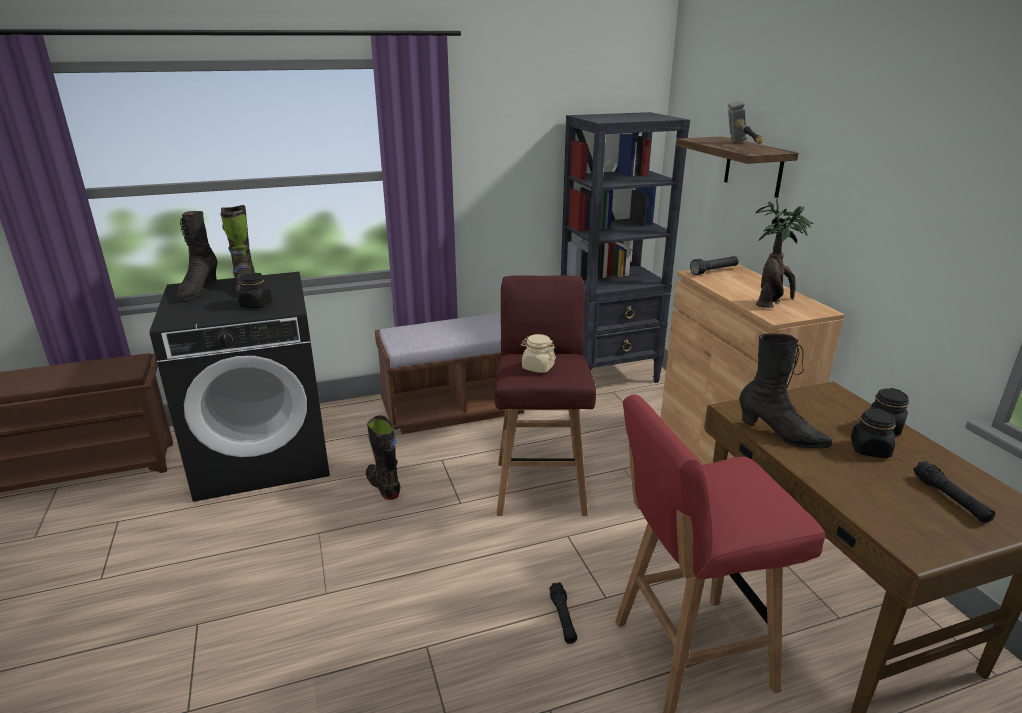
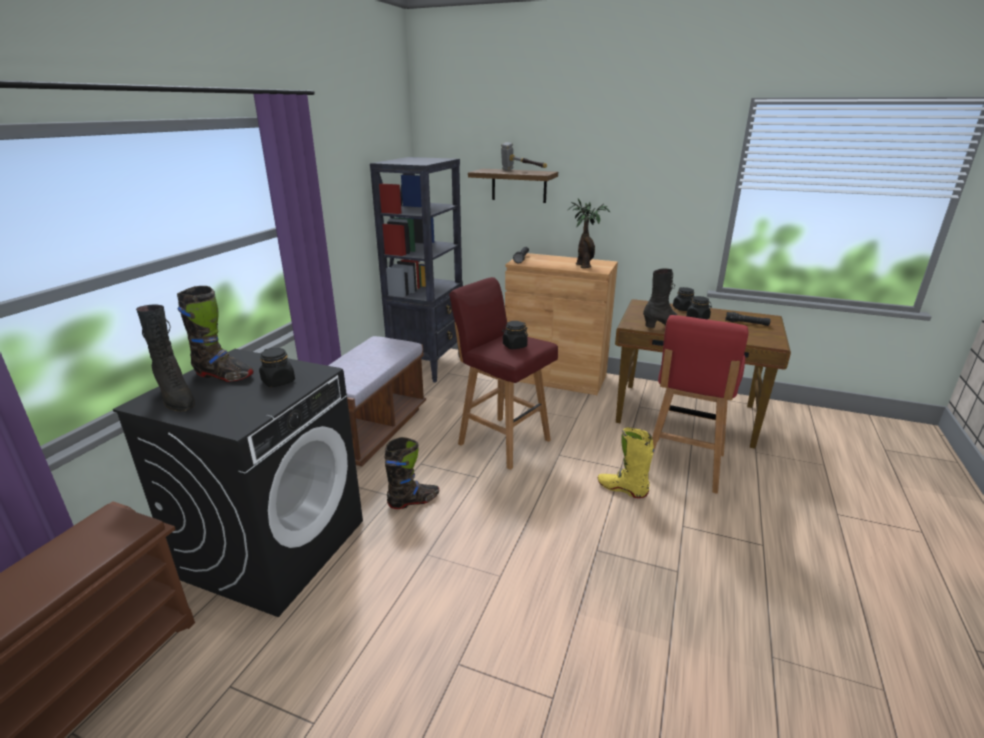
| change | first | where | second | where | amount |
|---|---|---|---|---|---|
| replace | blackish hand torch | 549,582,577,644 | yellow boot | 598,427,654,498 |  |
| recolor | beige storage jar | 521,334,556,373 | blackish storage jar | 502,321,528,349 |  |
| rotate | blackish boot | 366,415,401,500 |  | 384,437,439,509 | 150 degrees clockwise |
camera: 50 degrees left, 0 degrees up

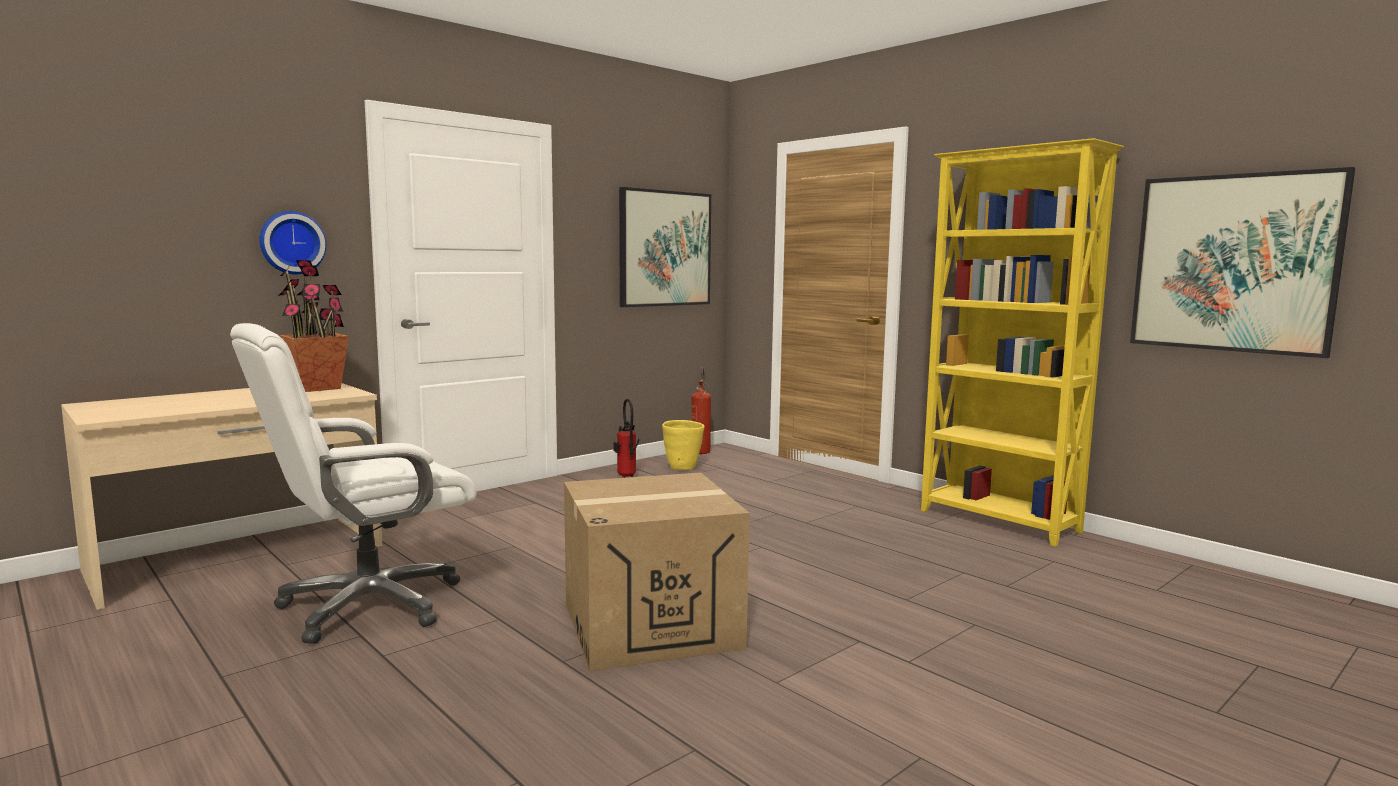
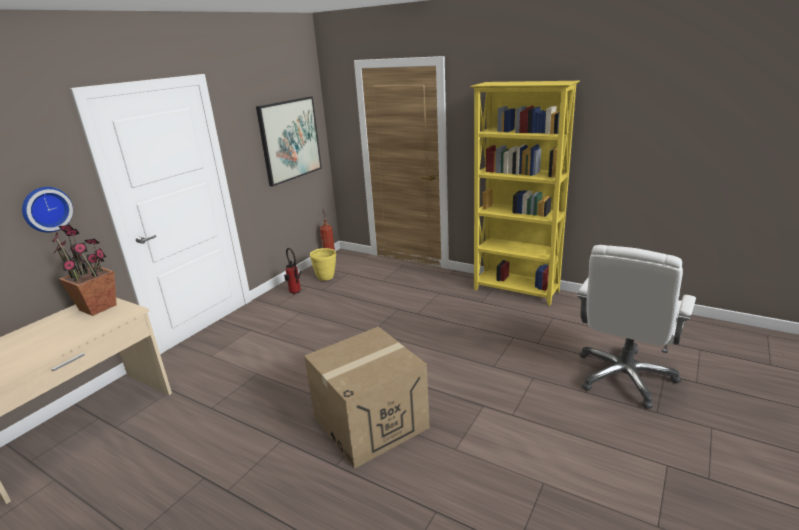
| change | first | where | second | where | amount |
|---|---|---|---|---|---|
| delete | wall picture | 1130,167,1355,358 |  |  |  |
| move | white-coloured computer chair | 230,323,477,644 |  | 577,245,696,409 |  |
camera: 15 degrees left, 15 degrees up

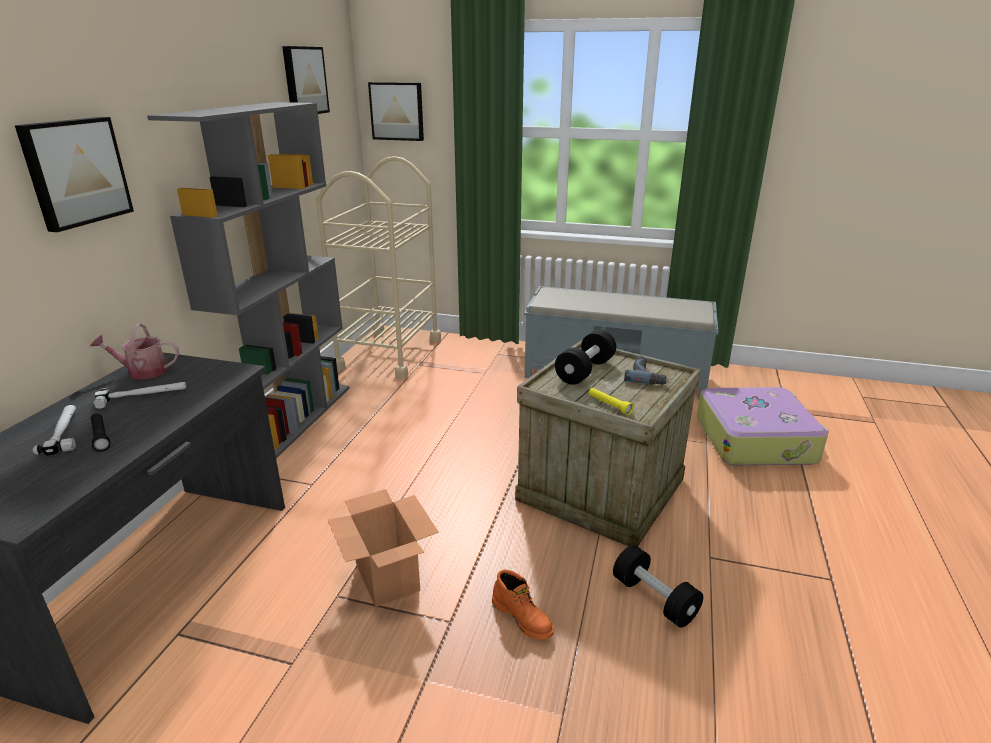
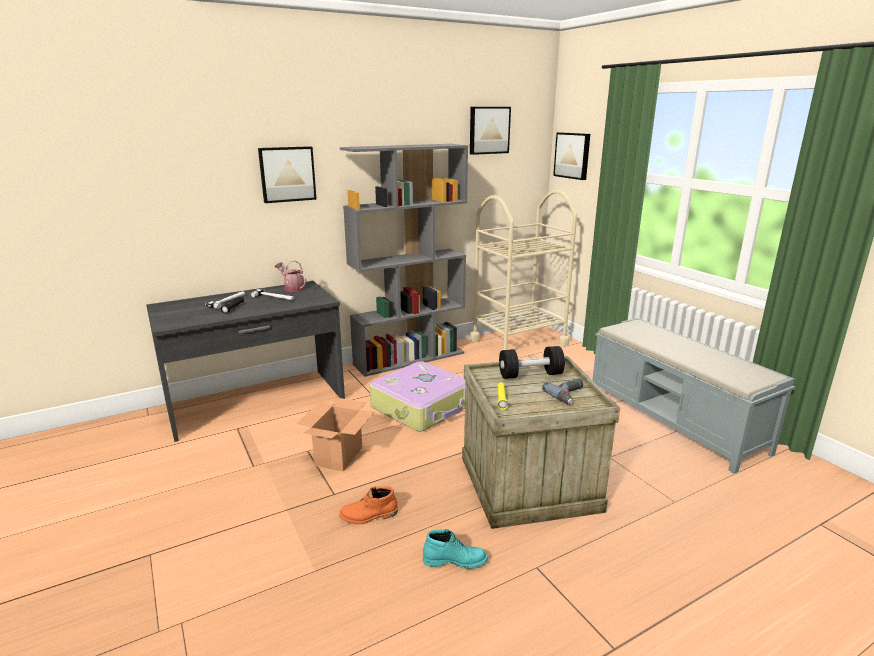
| change | first | where | second | where | amount |
|---|---|---|---|---|---|
| move | suitcase | 697,387,829,466 |  | 370,361,466,432 |  |
| replace | blackish free weight | 613,545,703,628 | blue-green boot | 423,529,488,569 |  |
| rotate | orange boot | 492,570,554,640 |  | 339,486,398,524 | 75 degrees clockwise |
camera: 45 degrees right, 5 degrees down

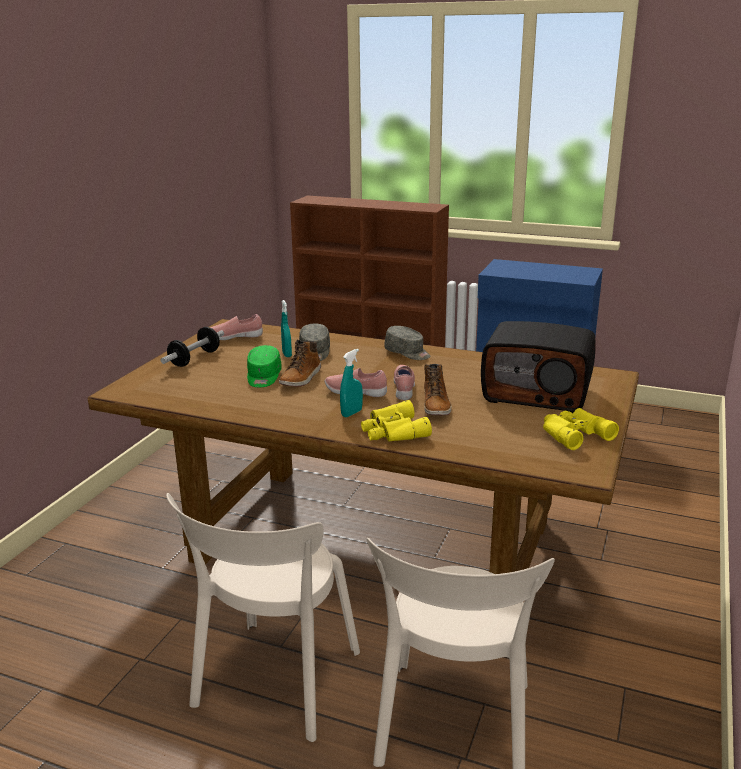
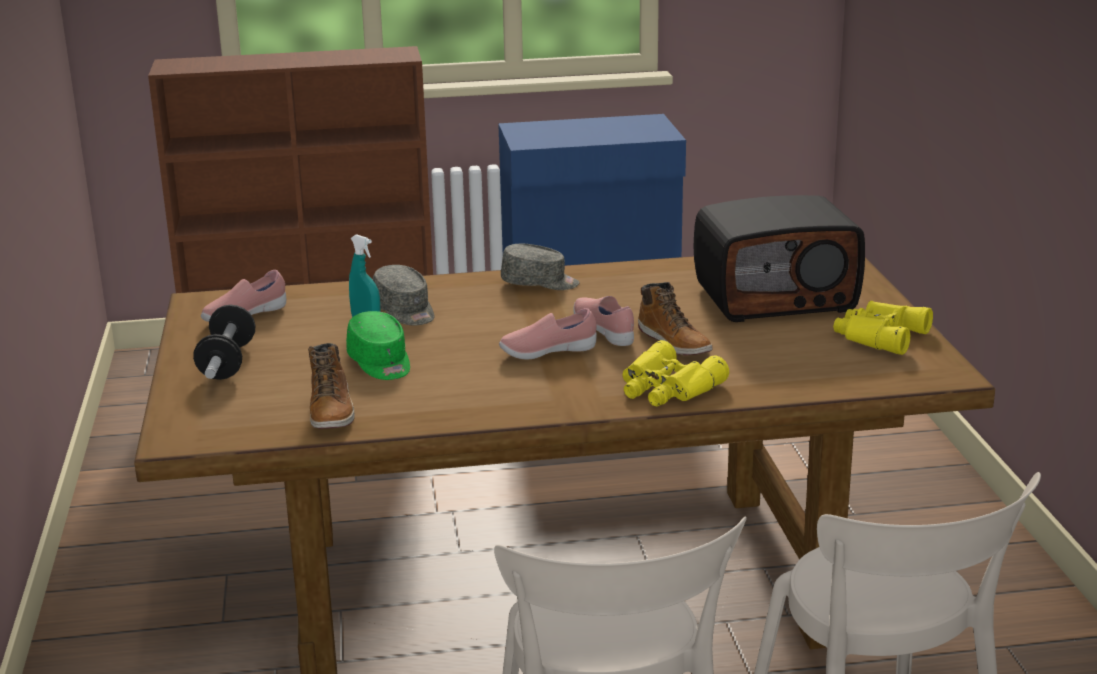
| change | first | where | second | where | amount |
|---|---|---|---|---|---|
| delete | blue-green hand sprayer | 340,349,363,417 |  |  |  |
| move | boot | 279,340,321,387 |  | 308,343,355,429 |  |
camera: 30 degrees left, 0 degrees up

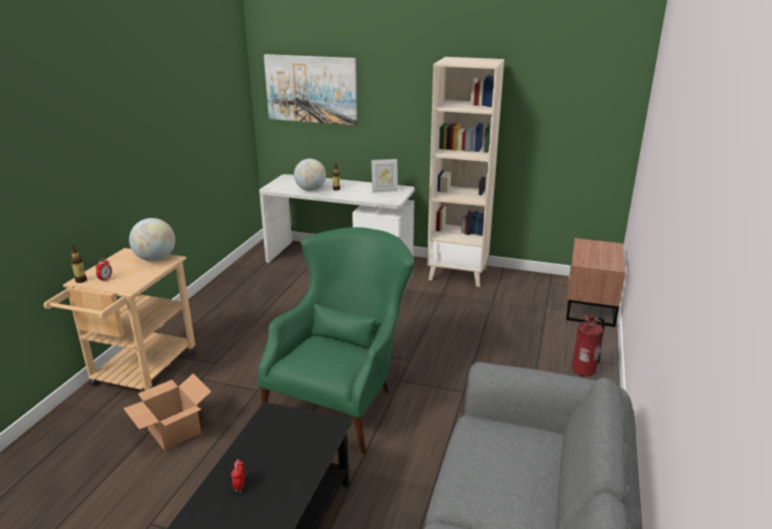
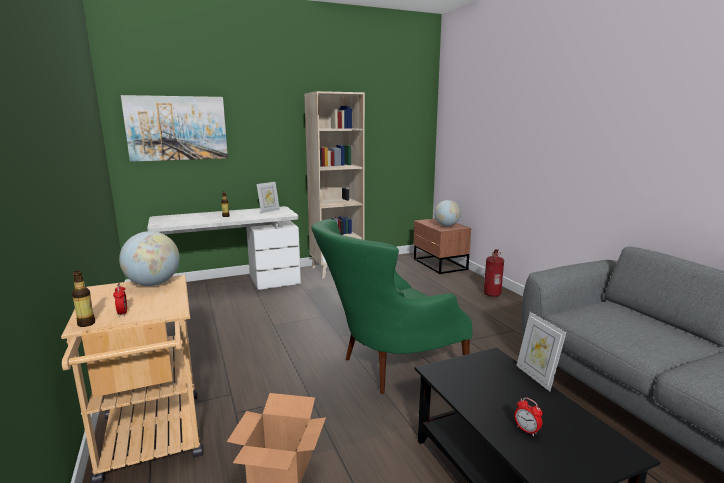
| change | first | where | second | where | amount |
|---|---|---|---|---|---|
| insert |  |  | standing frame | 516,312,566,391 |  |
| move | desk globe | 294,159,326,191 |  | 434,200,461,226 |  |
| rotate | green-coloured lounge chair | 258,227,414,454 |  | 311,219,472,394 | 105 degrees counterclockwise |
camera: 40 degrees left, 10 degrees down

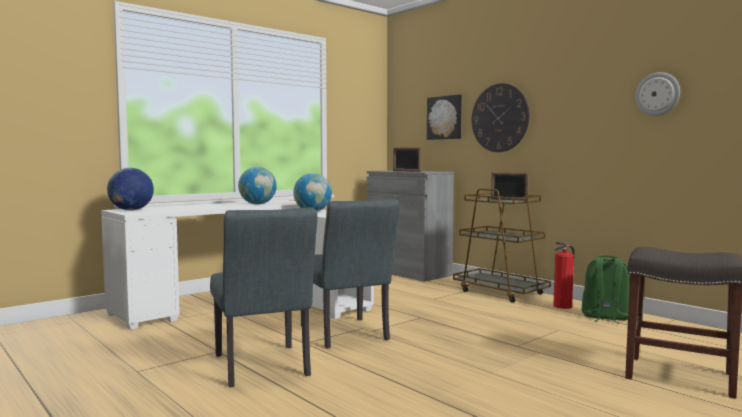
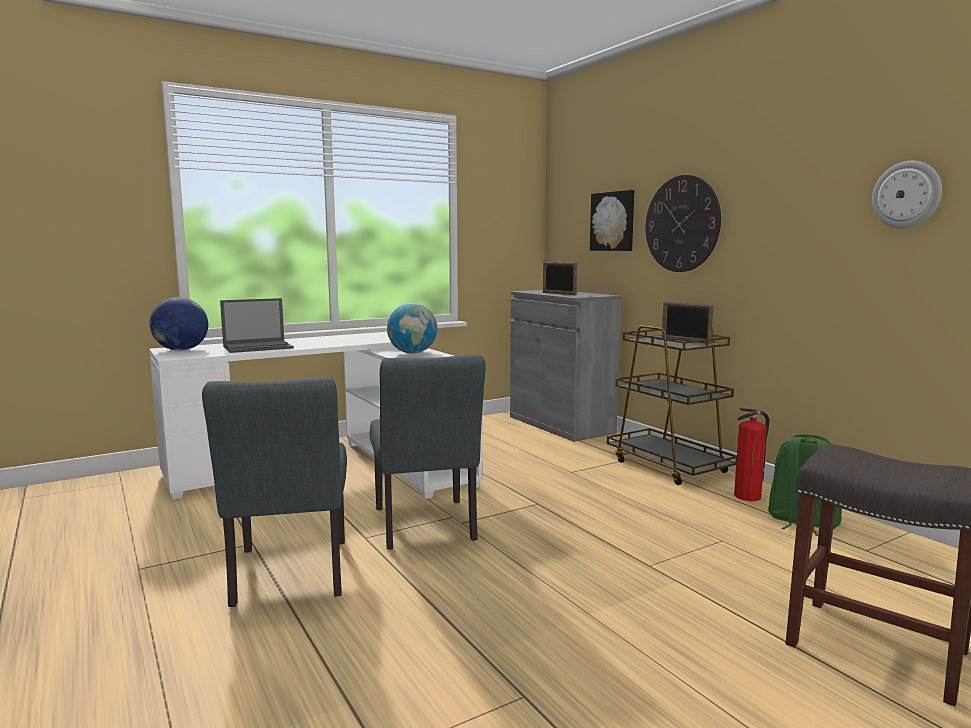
| change | first | where | second | where | amount |
|---|---|---|---|---|---|
| delete | desk globe | 238,167,277,204 |  |  |  |
| insert |  |  | laptop | 220,298,294,353 |  |
camera: 10 degrees right, 5 degrees up

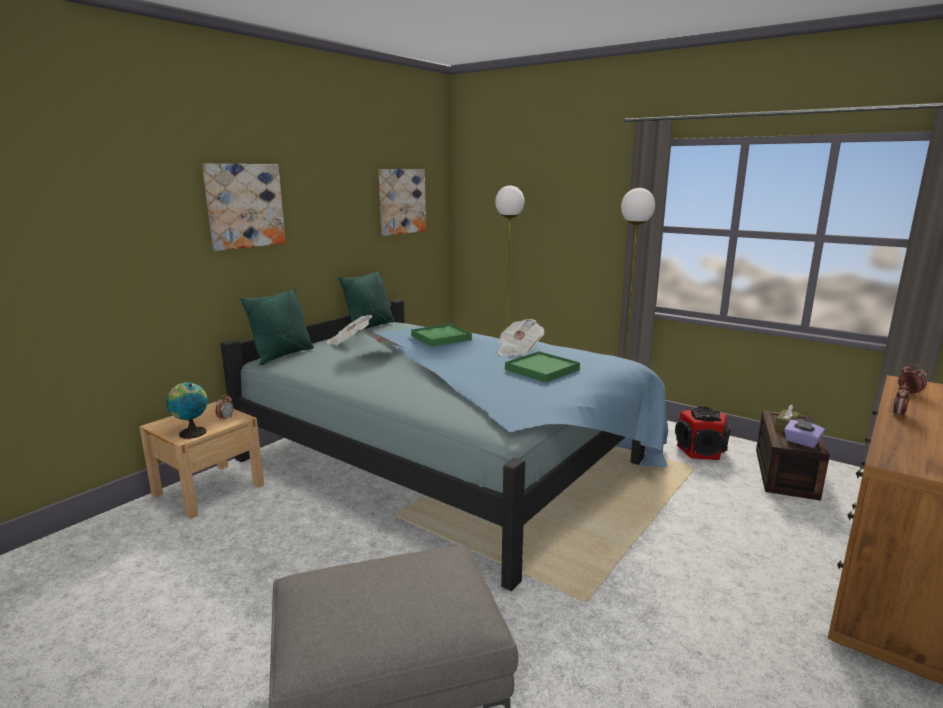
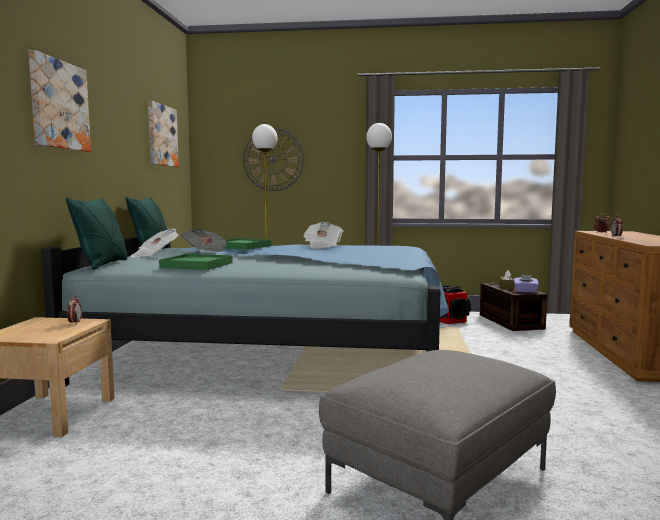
| change | first | where | second | where | amount |
|---|---|---|---|---|---|
| delete | desk globe | 166,382,208,439 |  |  |  |
| insert |  |  | hanging clock | 243,128,304,191 |  |
| move | green-coloured tray | 505,351,580,383 |  | 159,254,233,270 |  |
camera: 30 degrees left, 10 degrees down

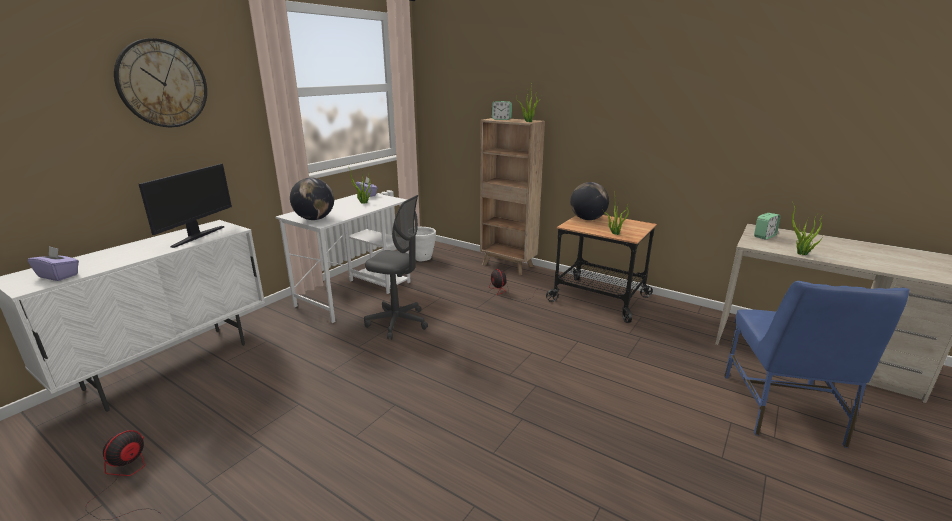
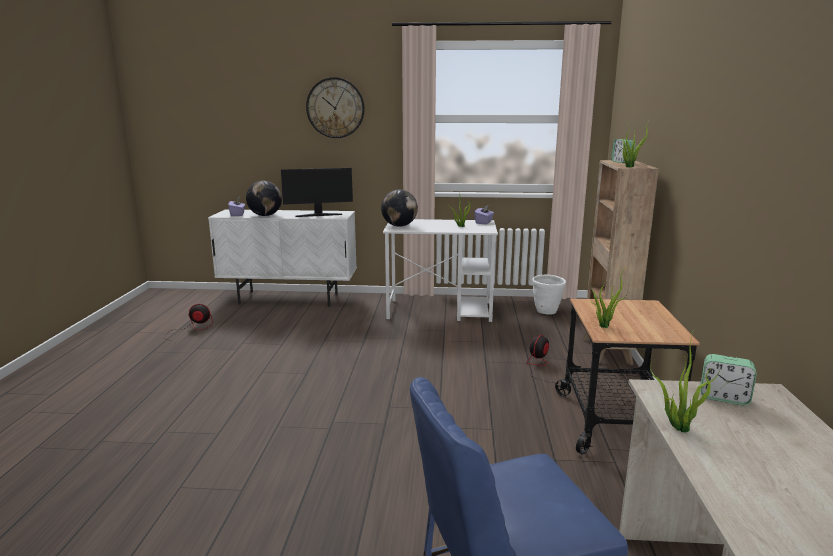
| change | first | where | second | where | amount |
|---|---|---|---|---|---|
| delete | grey computer chair | 364,195,428,339 |  |  |  |
| move | desk globe | 570,182,609,220 |  | 246,181,282,216 |  |
camera: 60 degrees right, 5 degrees down

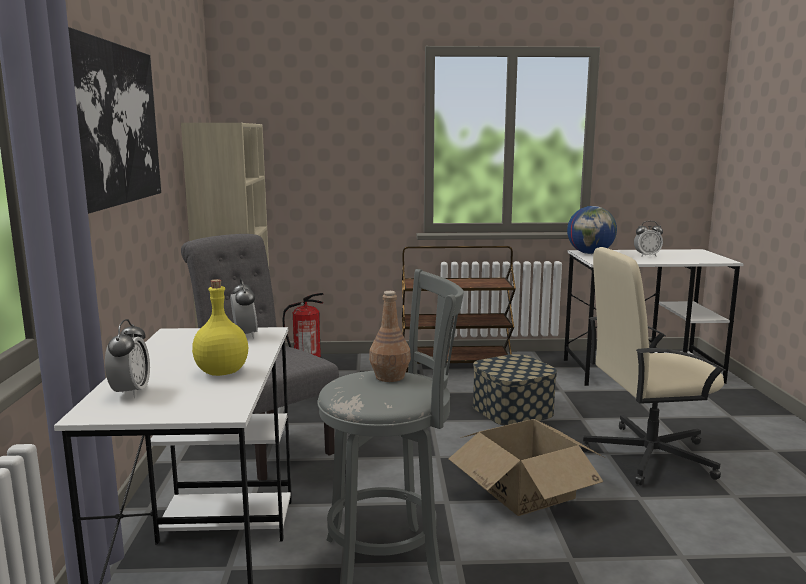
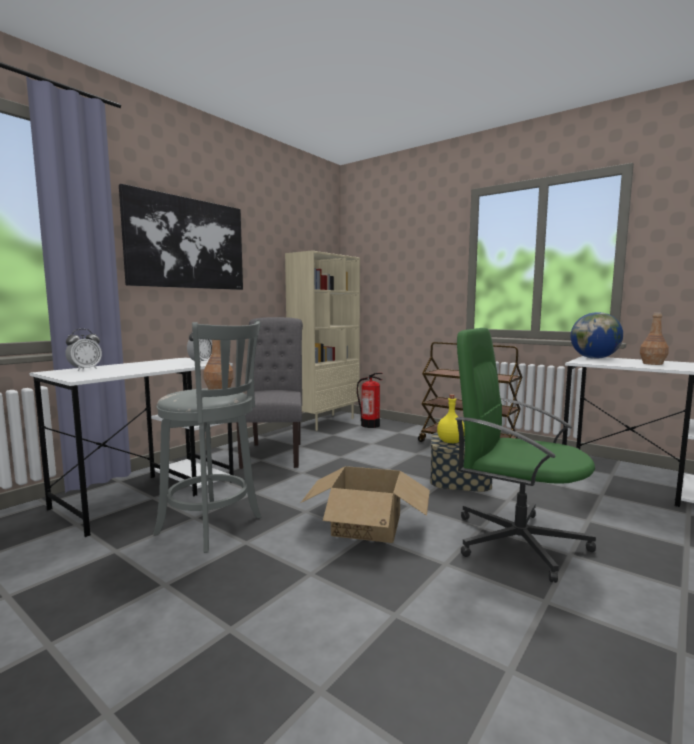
| change | first | where | second | where | amount |
|---|---|---|---|---|---|
| move | yellow beverage bottle | 192,279,248,376 |  | 437,394,465,443 |  |
| replace | bedside clock | 634,221,663,257 | brownish beverage bottle | 640,313,669,365 |  |
| recolor | beige computer chair | 581,247,726,485 | green-coloured computer chair | 455,328,596,583 |  |
camera: 40 degrees right, 5 degrees down

